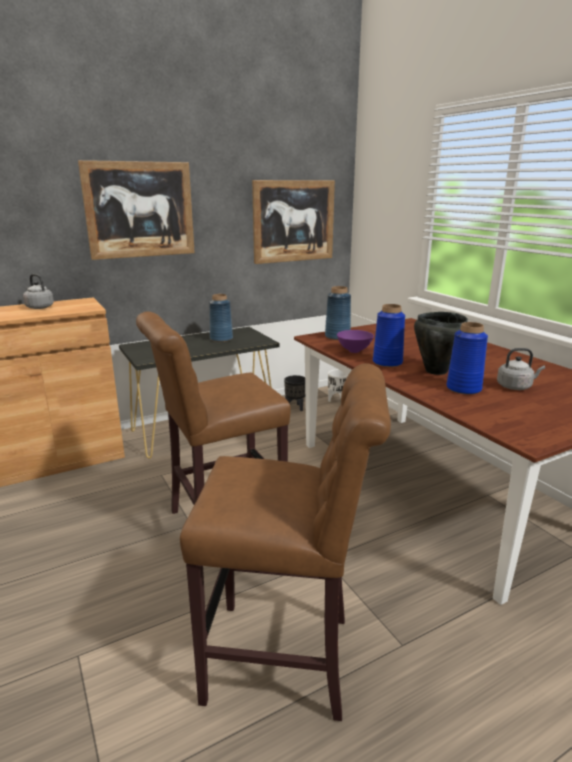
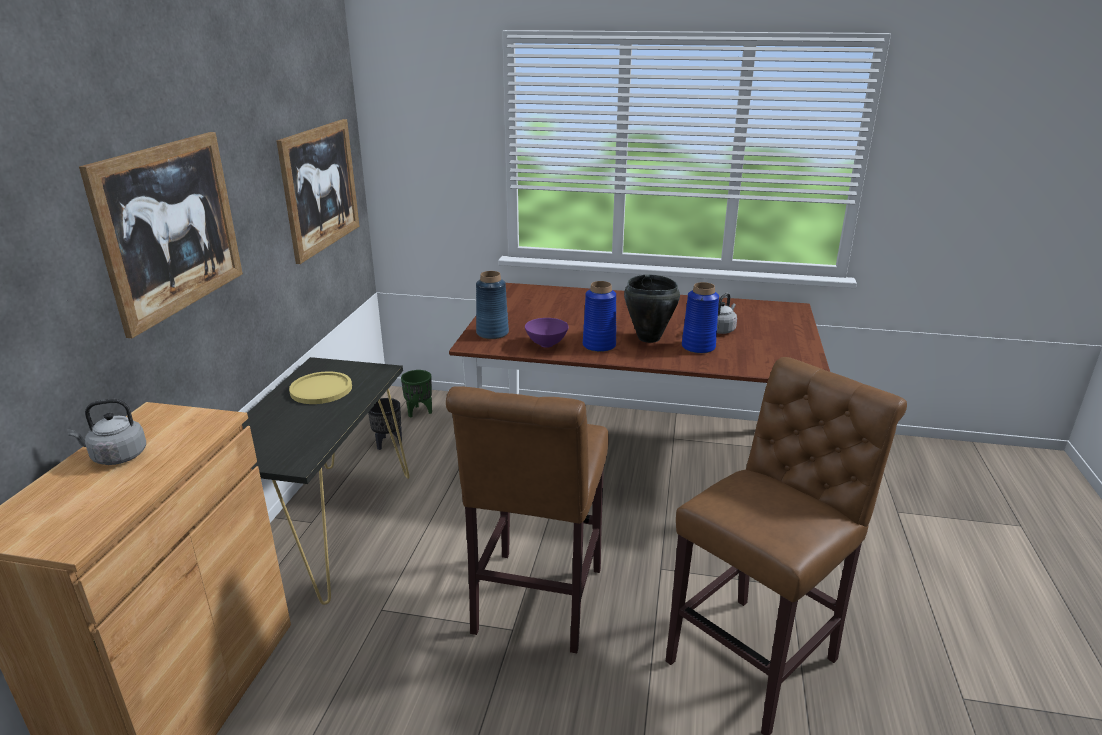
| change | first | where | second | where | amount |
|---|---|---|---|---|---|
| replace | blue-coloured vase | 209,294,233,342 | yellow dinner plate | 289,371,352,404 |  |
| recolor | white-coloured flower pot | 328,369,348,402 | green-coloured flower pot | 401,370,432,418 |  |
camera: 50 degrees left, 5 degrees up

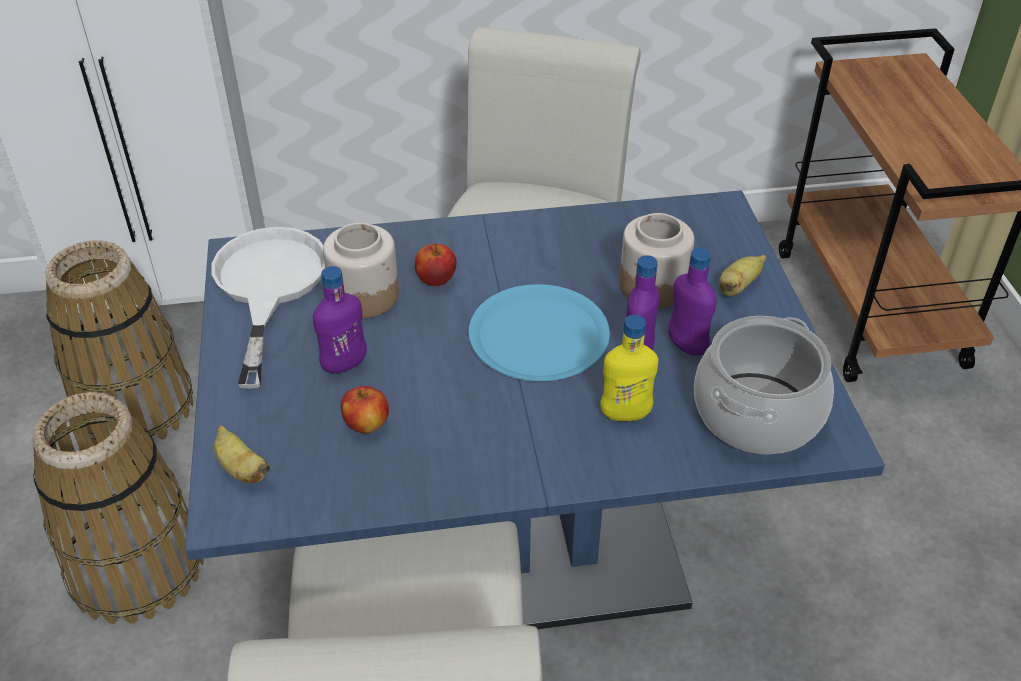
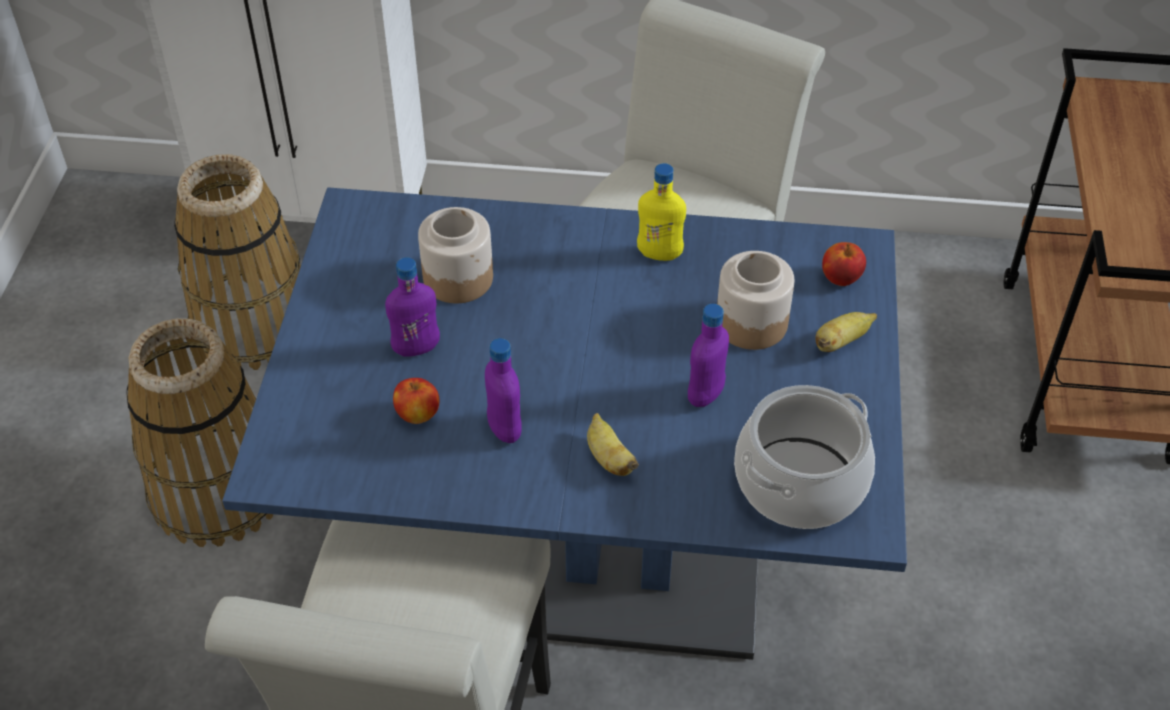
| change | first | where | second | where | amount |
|---|---|---|---|---|---|
| delete | white-coloured pan | 211,227,325,389 |  |  |  |
| delete | blue-coloured dinner plate | 468,284,610,381 |  |  |  |
| move | banana fruit | 214,425,270,483 |  | 587,413,639,476 |  |
| move | whole apple | 415,243,457,286 |  | 822,242,866,286 |  |
| move | yellow beverage bottle | 600,315,658,421 |  | 637,163,686,261 |  |
| move | purplish beverage bottle | 668,248,716,356 |  | 485,338,522,443 |  |
camera: 15 degrees right, 5 degrees up

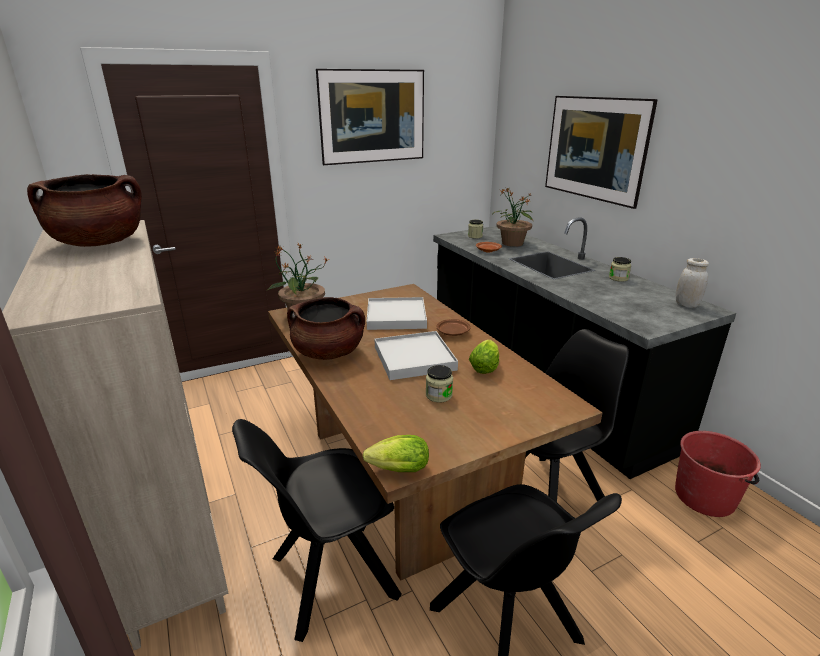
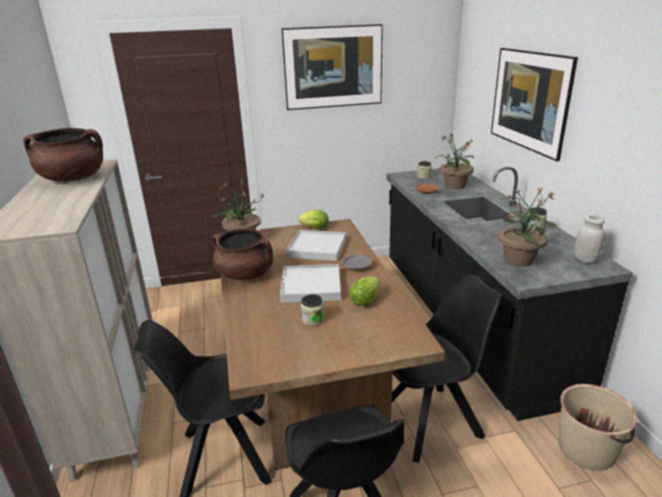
| change | first | where | second | where | amount |
|---|---|---|---|---|---|
| insert |  |  | houseplant | 497,187,558,267 |  |
| move | lettuce | 363,435,429,472 |  | 297,210,329,229 |  |
| recolor | brownish dinner plate | 437,319,471,336 | grey dinner plate | 342,254,372,270 |  |
| recolor | reddish pail | 675,431,761,517 | beige pail | 558,384,637,471 |  |
camera: 15 degrees right, 0 degrees up

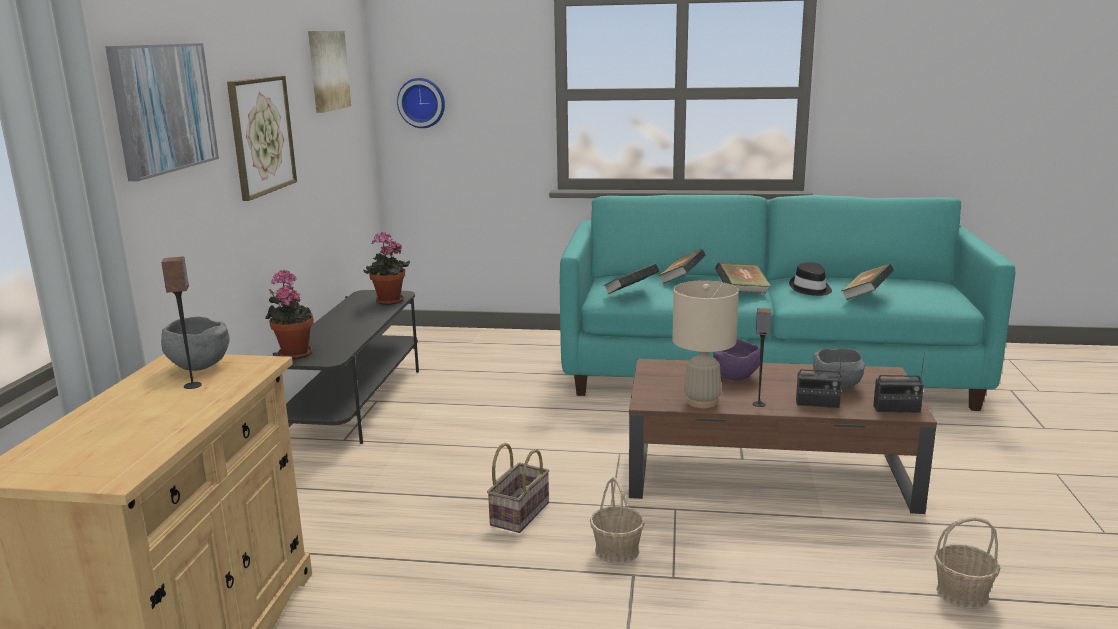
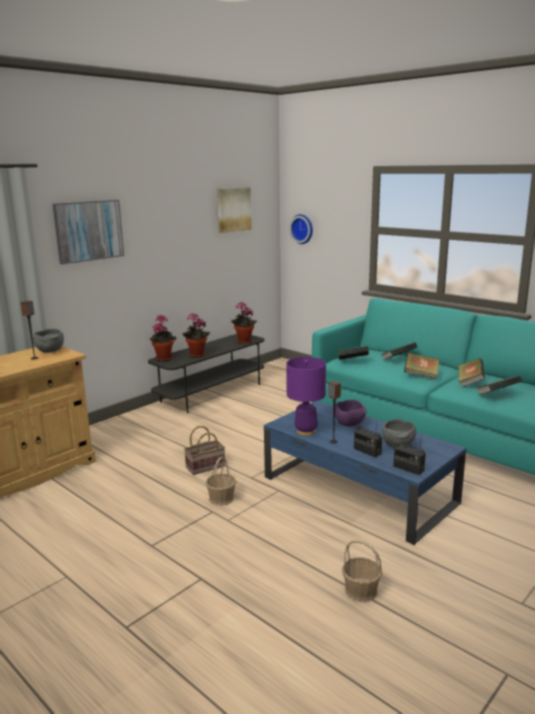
| change | first | where | second | where | amount |
|---|---|---|---|---|---|
| delete | wall picture | 227,76,297,201 |  |  |  |
| insert |  |  | houseplant | 183,313,210,357 |  |
| replace | blackish clothing hat | 789,262,832,296 | volume | 458,358,485,387 |  |
| recolor | brownish lounge table | 629,359,937,514 | blue-coloured lounge table | 264,401,466,545 |  |
| recolor | beige lamp for a table | 672,281,739,408 | purplish lamp for a table | 286,357,326,436 |  |
camera: 35 degrees right, 0 degrees up

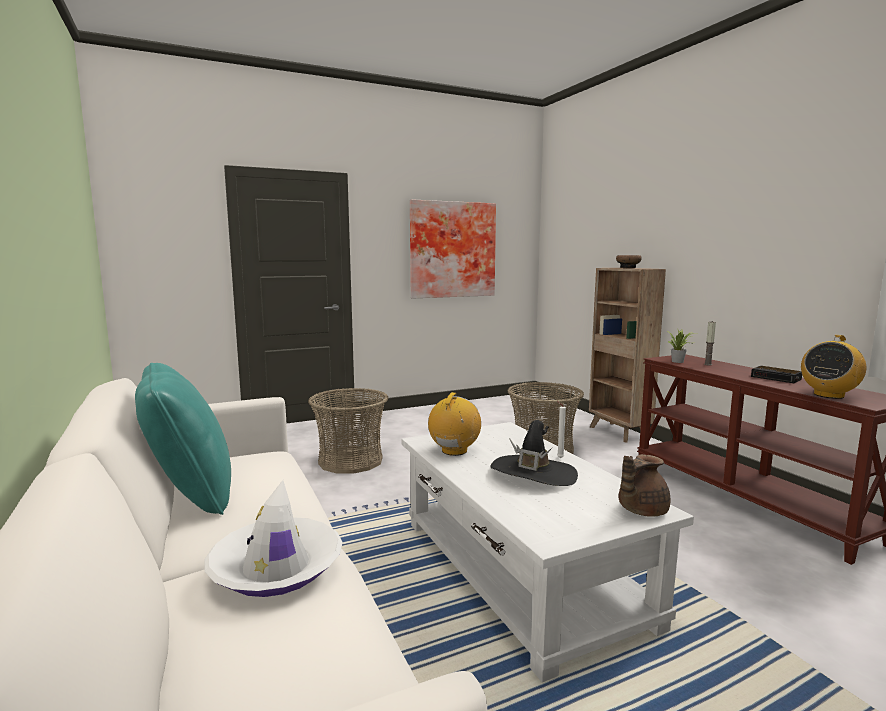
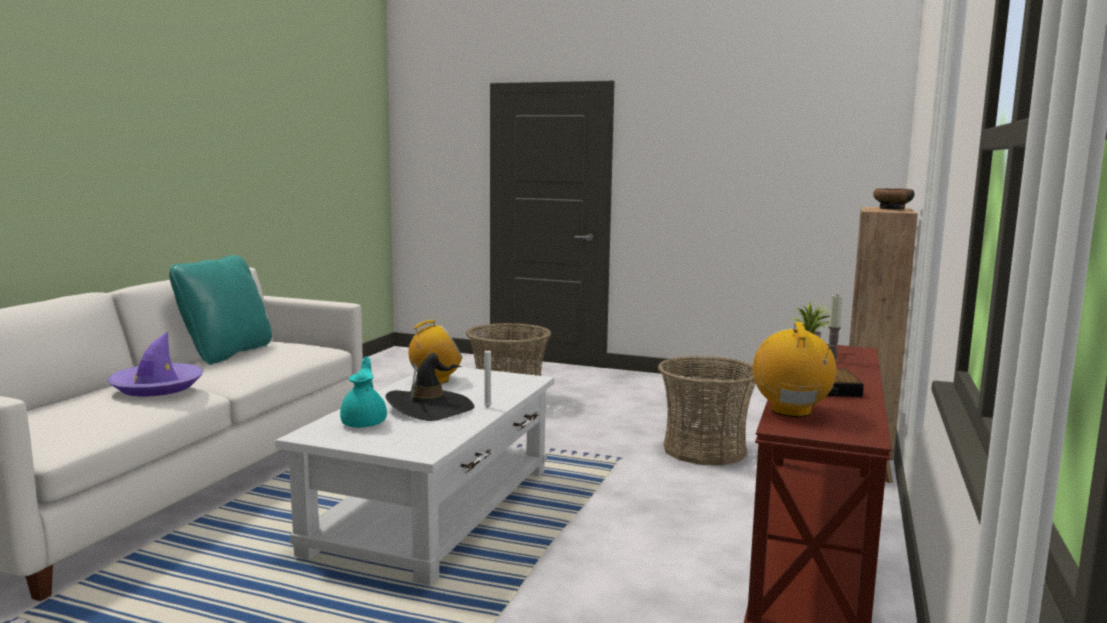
| change | first | where | second | where | amount |
|---|---|---|---|---|---|
| delete | wall picture | 410,199,496,299 |  |  |  |
| delete | brownish tea pot | 619,454,670,517 |  |  |  |
| insert |  |  | blue-green tea pot | 340,356,387,428 |  |
| recolor | white-coloured clothing hat | 205,480,343,597 | purplish clothing hat | 107,331,203,397 |  |
| rotate | radio | 801,335,866,399 |  | 753,322,836,417 | 90 degrees clockwise |
camera: 45 degrees right, 0 degrees up

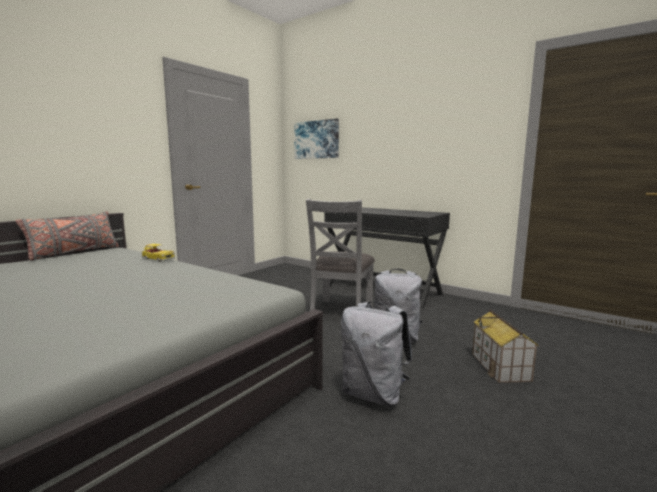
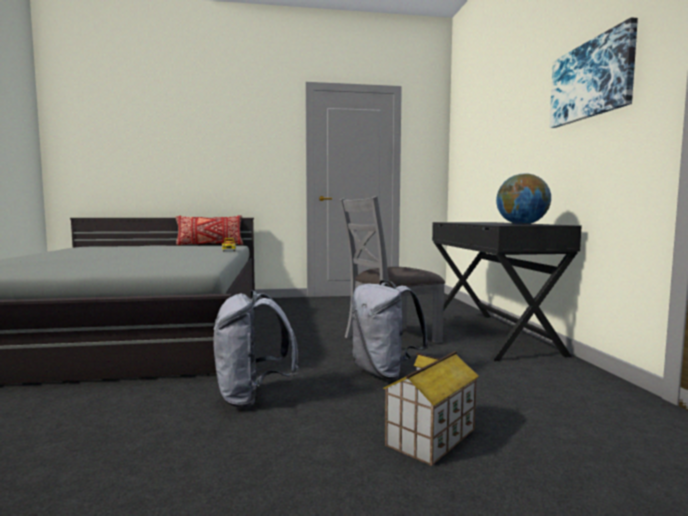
| change | first | where | second | where | amount |
|---|---|---|---|---|---|
| insert |  |  | desk globe | 496,174,551,225 |  |
| move | wall picture | 294,119,339,159 |  | 550,17,638,128 |  |
| recolor | grey throw pillow | 15,211,119,260 | reddish throw pillow | 175,215,243,245 |  |
camera: 45 degrees right, 5 degrees down

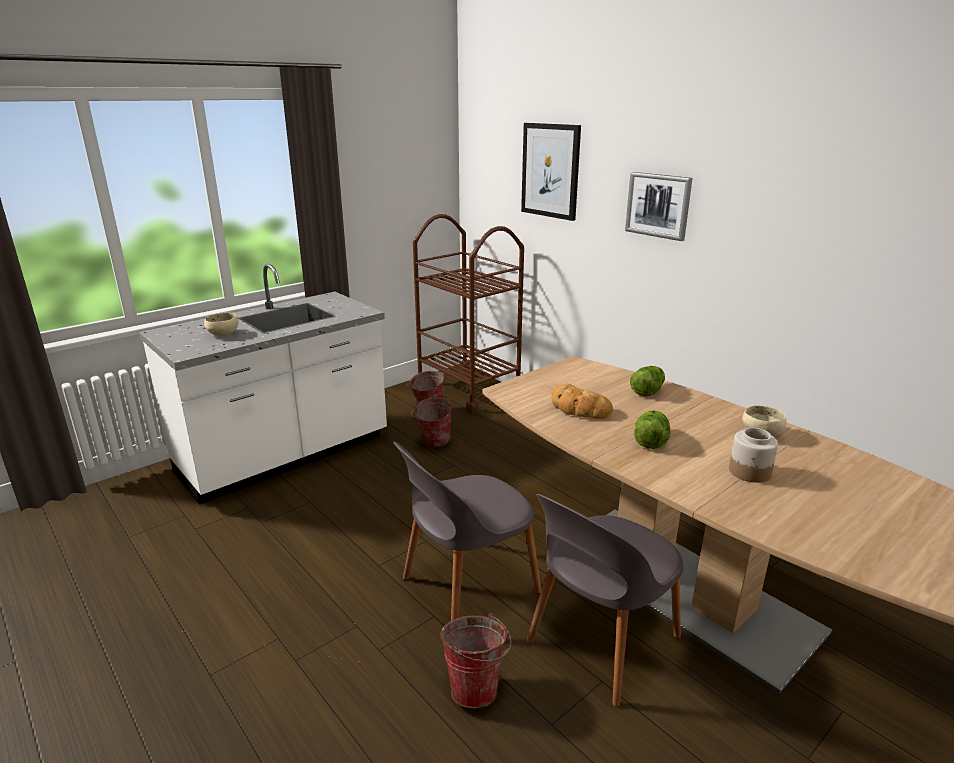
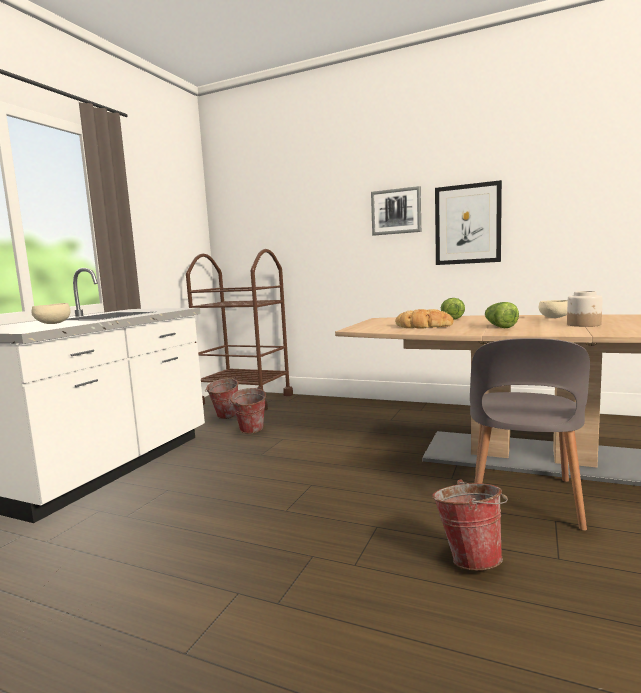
| change | first | where | second | where | amount |
|---|---|---|---|---|---|
| delete | grey chair | 393,442,541,620 |  |  |  |
| move | wall picture | 521,123,581,221 |  | 435,180,502,265 |  |
camera: 25 degrees left, 15 degrees down

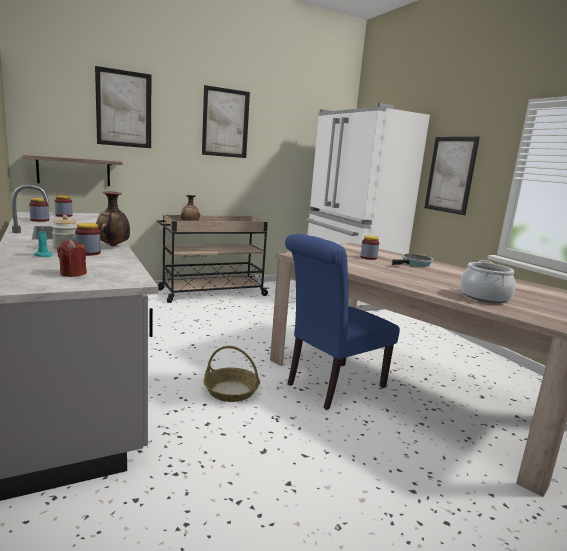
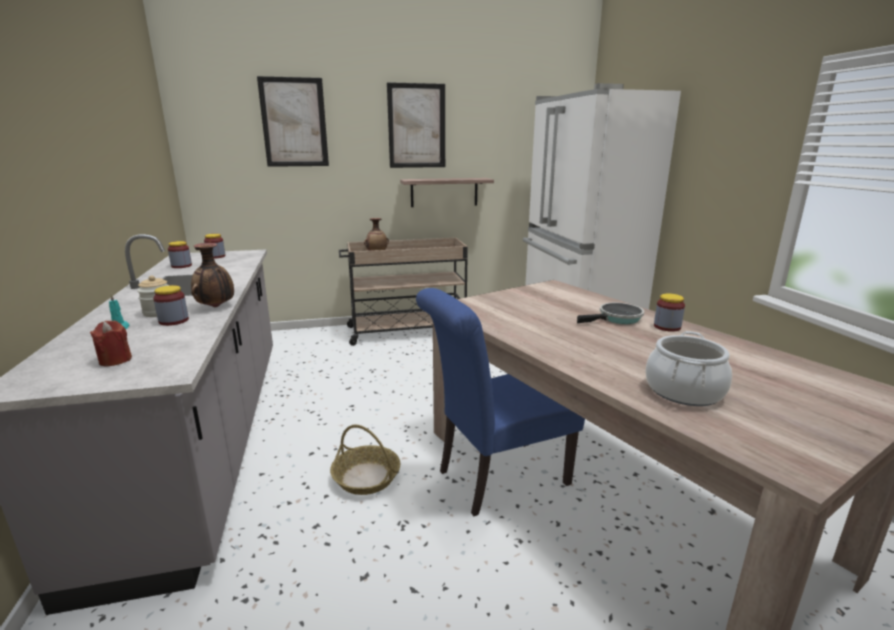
| change | first | where | second | where | amount |
|---|---|---|---|---|---|
| delete | wall picture | 424,137,480,215 |  |  |  |
| move | bracket shelf | 22,154,123,186 |  | 400,178,494,207 |  |
| move | storage jar | 360,236,379,260 |  | 654,294,685,332 |  |
camera: 15 degrees right, 5 degrees up

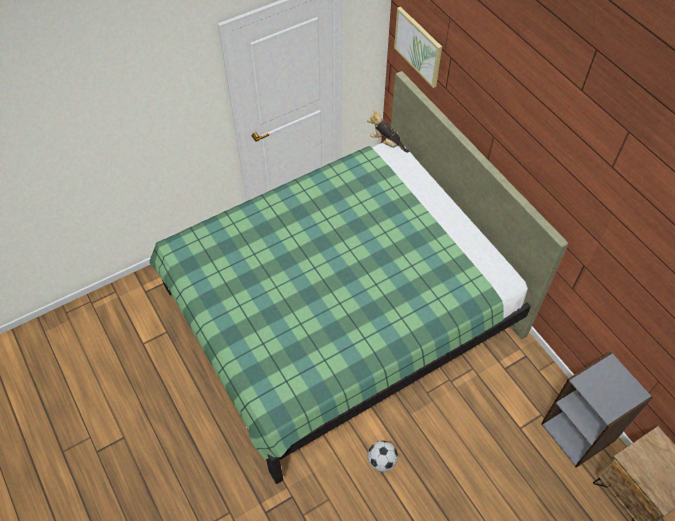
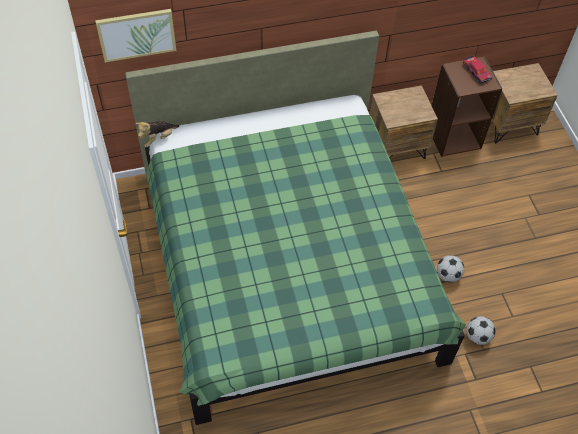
| change | first | where | second | where | amount |
|---|---|---|---|---|---|
| insert |  |  | brownish night table | 369,85,438,159 |  |
| insert |  |  | toy car | 463,56,492,84 |  |
| insert |  |  | football ball | 466,316,496,345 |  |
| recolor | grey bookcase | 541,352,653,468 | brownish bookcase | 432,56,502,157 |  |
camera: 75 degrees left, 0 degrees up

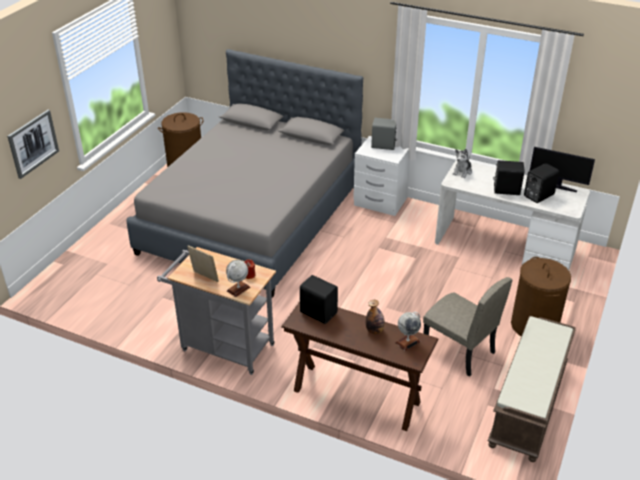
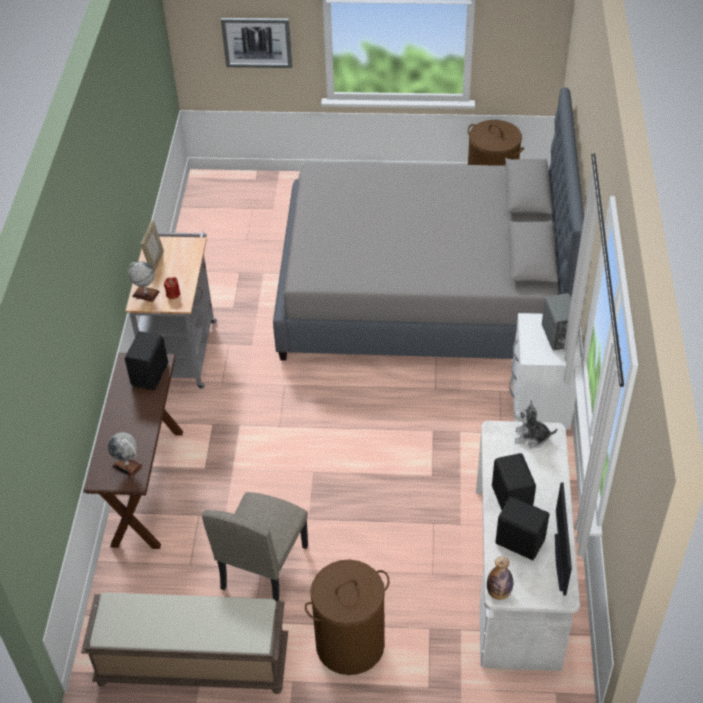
| change | first | where | second | where | amount |
|---|---|---|---|---|---|
| move | beverage bottle | 366,300,385,335 |  | 487,557,513,600 |  |
camera: 70 degrees right, 10 degrees up

